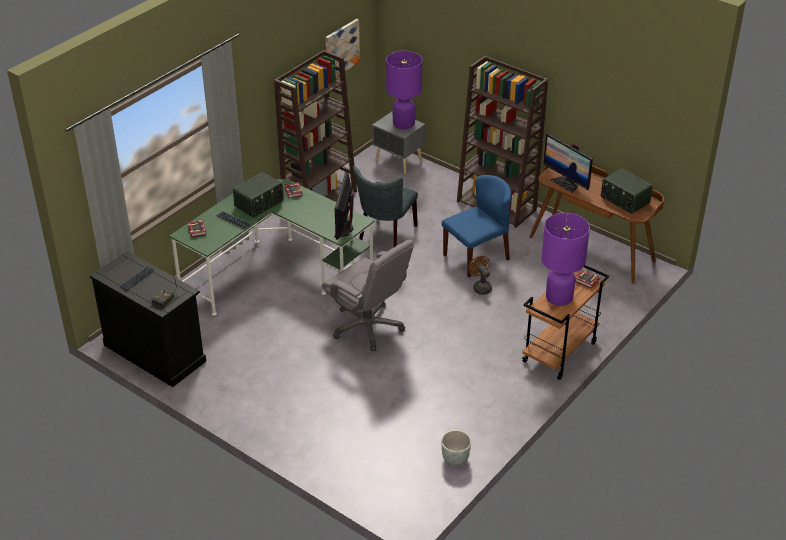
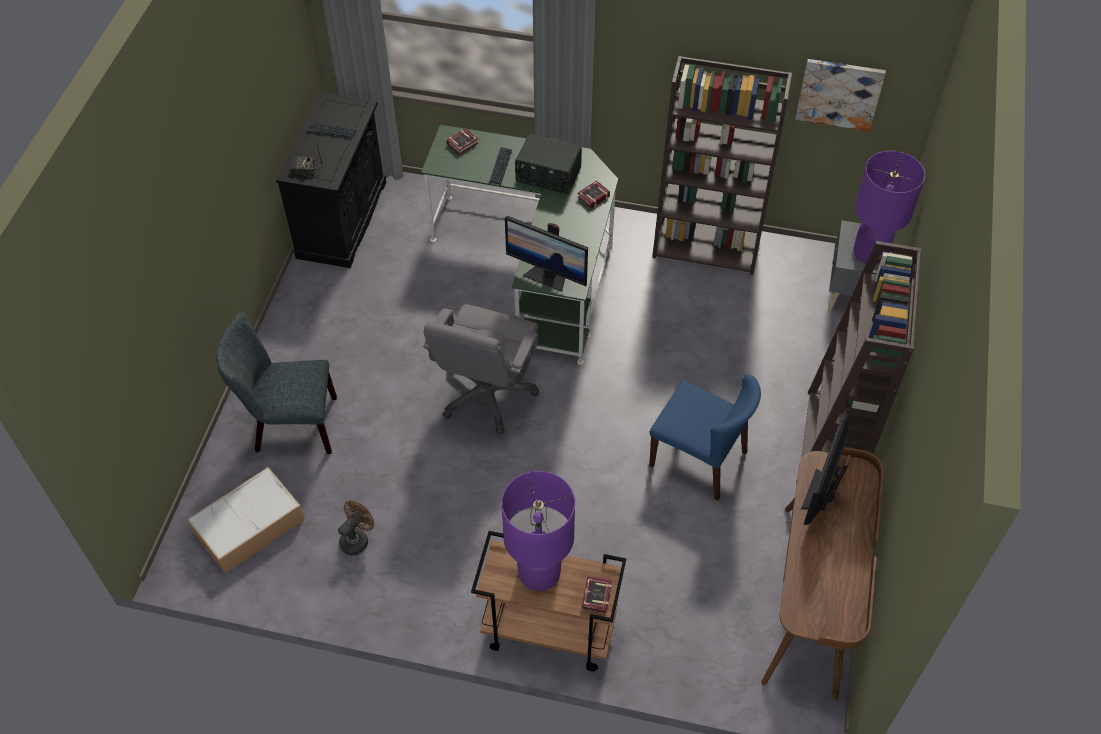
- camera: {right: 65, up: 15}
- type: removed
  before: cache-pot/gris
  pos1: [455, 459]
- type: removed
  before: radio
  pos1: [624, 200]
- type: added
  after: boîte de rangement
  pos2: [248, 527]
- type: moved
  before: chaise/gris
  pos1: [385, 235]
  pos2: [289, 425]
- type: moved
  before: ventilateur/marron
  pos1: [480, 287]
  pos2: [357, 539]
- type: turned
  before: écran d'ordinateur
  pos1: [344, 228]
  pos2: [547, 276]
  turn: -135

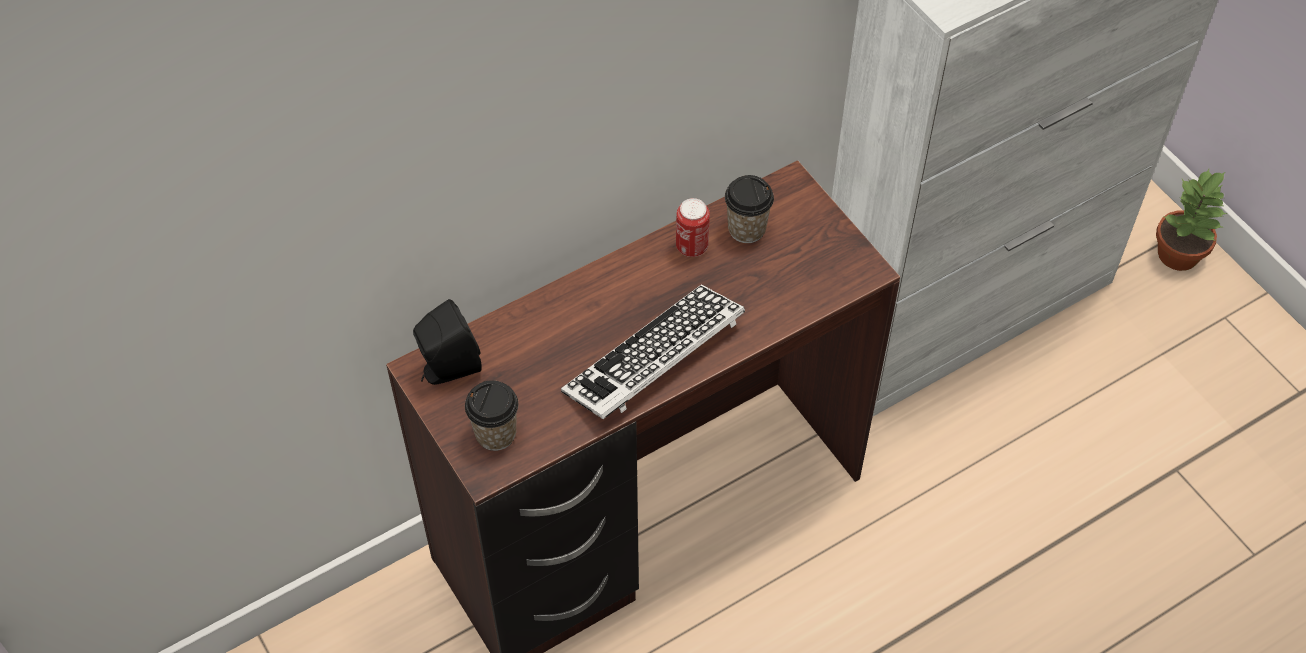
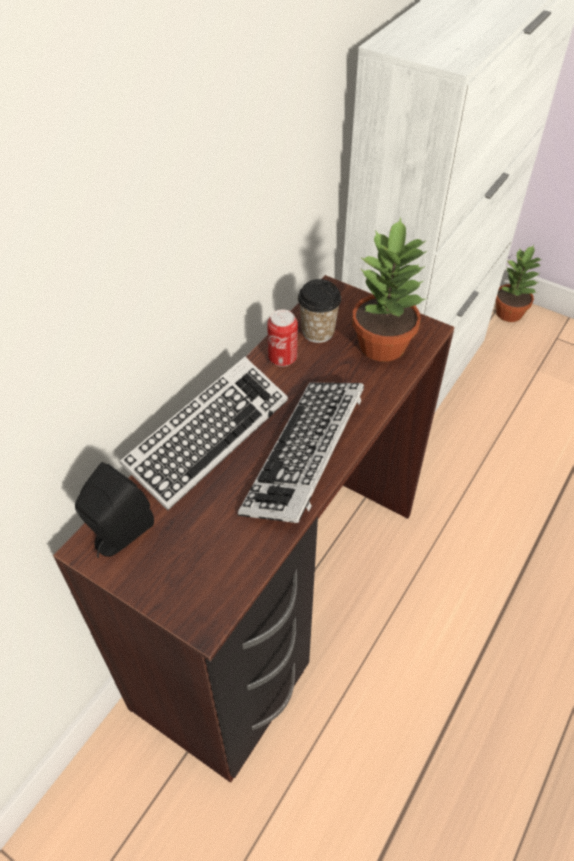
- camera: {right: -25, up: -5}
- type: removed
  before: tasse
  pos1: [495, 434]
- type: added
  after: clavier
  pos2: [208, 436]
- type: added
  after: plante en pot
  pos2: [383, 345]

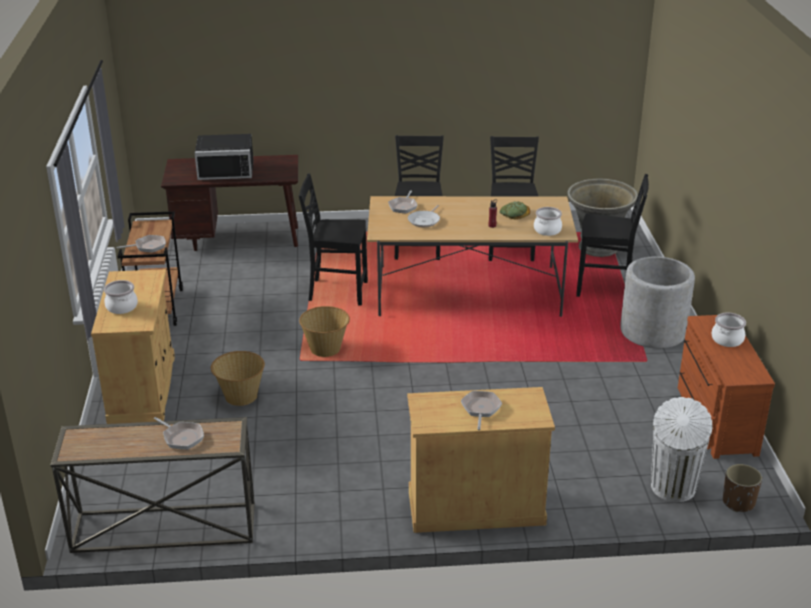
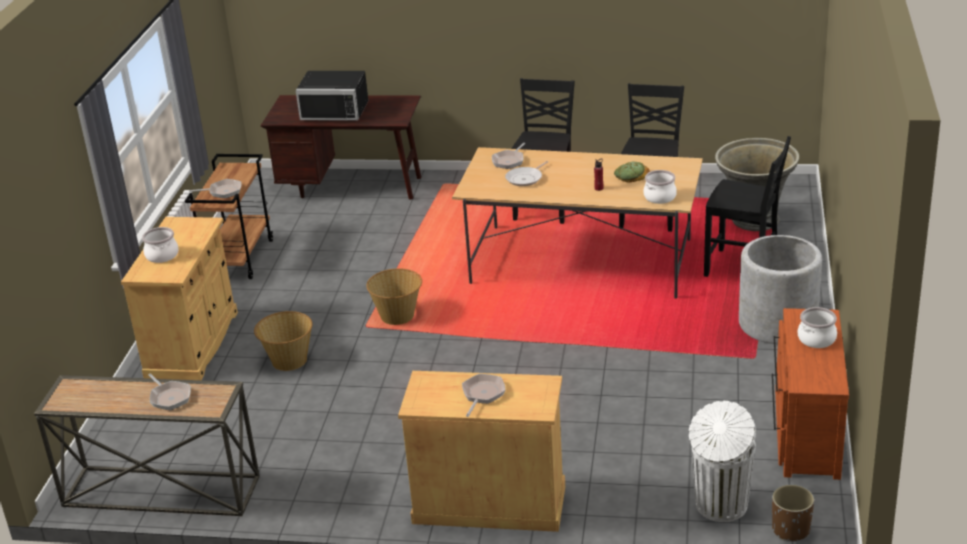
- camera: {right: 15, up: 0}
- type: removed
  before: chaise/noir
  pos1: [336, 292]

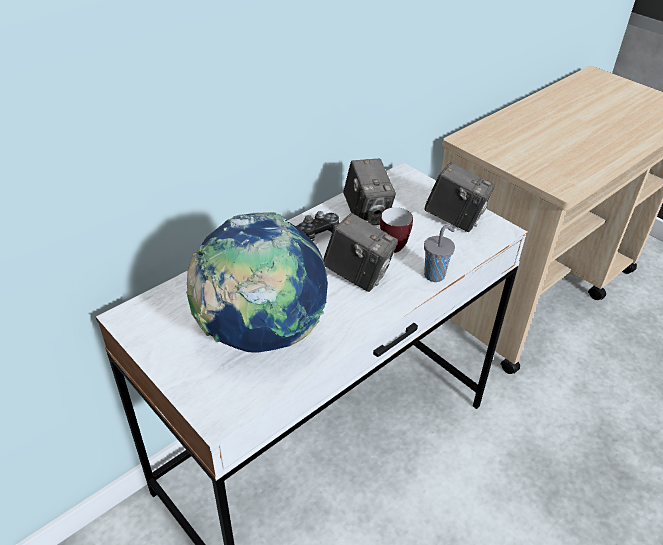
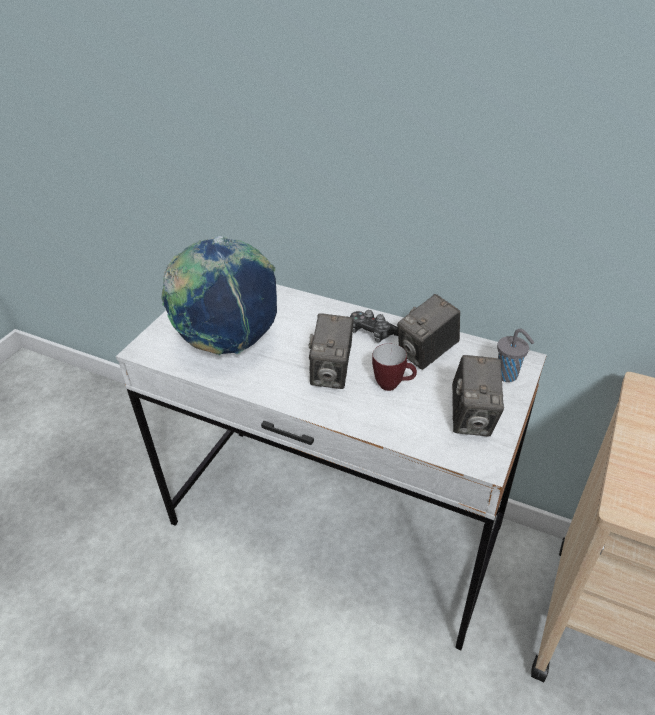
- camera: {right: 70, up: 0}
- type: moved
  before: tasse/gris
  pos1: [435, 275]
  pos2: [508, 376]

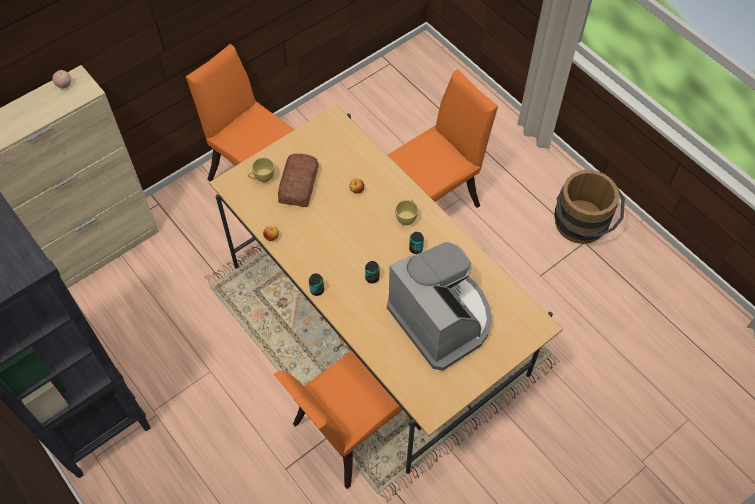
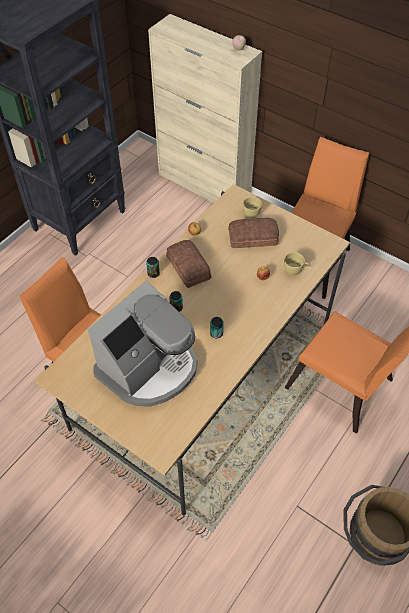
- camera: {right: 75, up: -5}
- type: added
  after: pain
  pos2: [187, 268]
- type: moved
  before: tasse/jaune
  pos1: [407, 217]
  pos2: [295, 271]

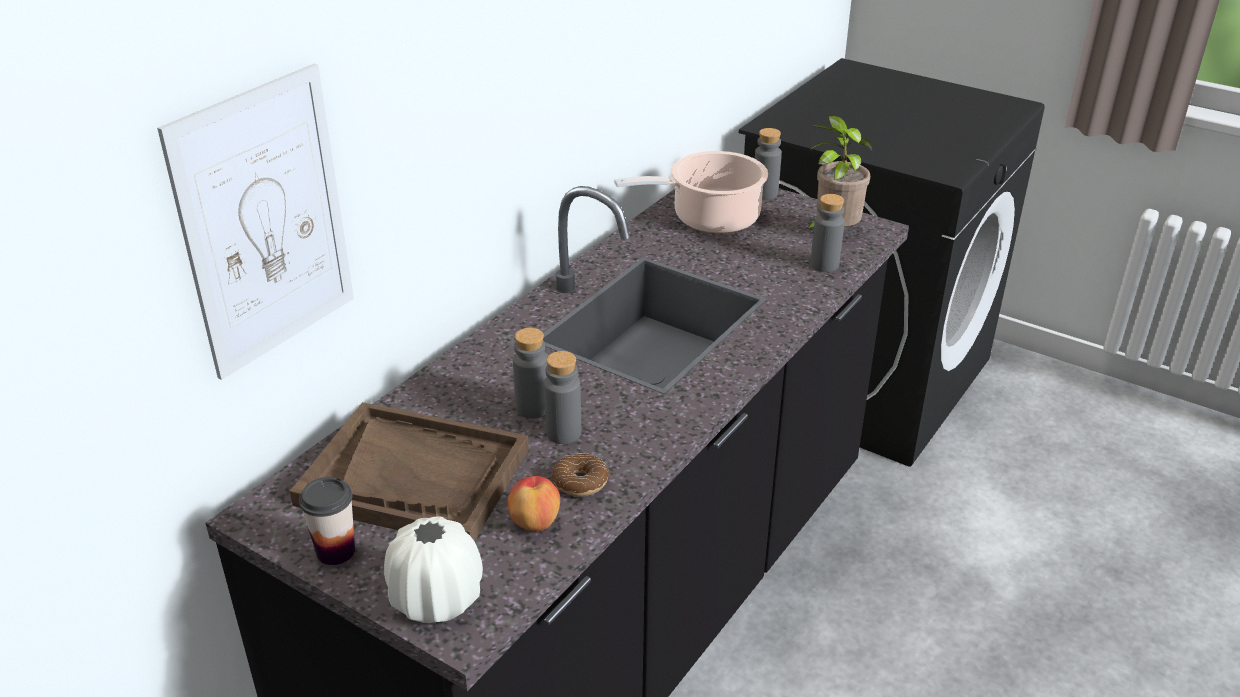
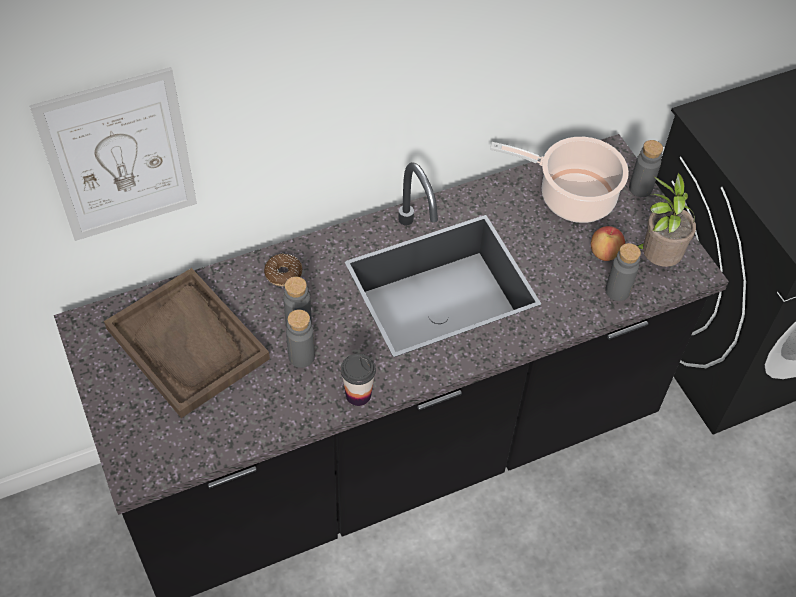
- camera: {right: 30, up: 20}
- type: removed
  before: vase/blanc
  pos1: [437, 599]
- type: moved
  before: tasse
  pos1: [336, 551]
  pos2: [358, 394]
- type: moved
  before: pomme
  pos1: [535, 522]
  pos2: [604, 253]
- type: moved
  before: beignet
  pos1: [580, 482]
  pos2: [283, 274]

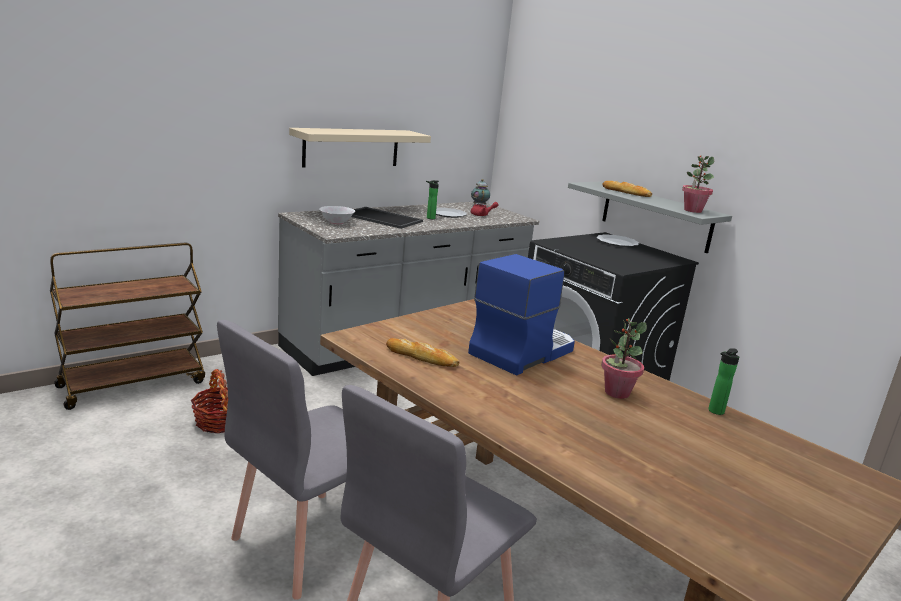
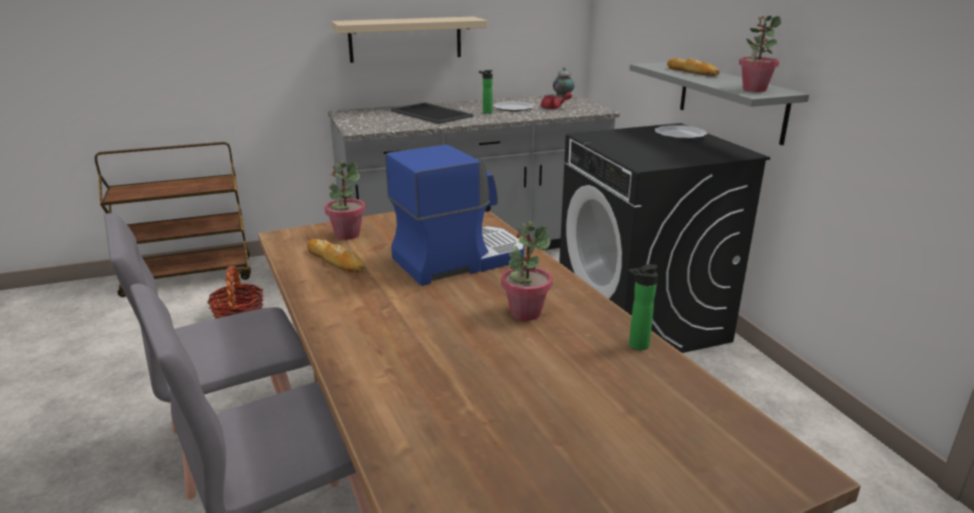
- camera: {right: 20, up: 5}
- type: removed
  before: bol/blanc
  pos1: [336, 222]
- type: added
  after: plante en pot
  pos2: [347, 235]

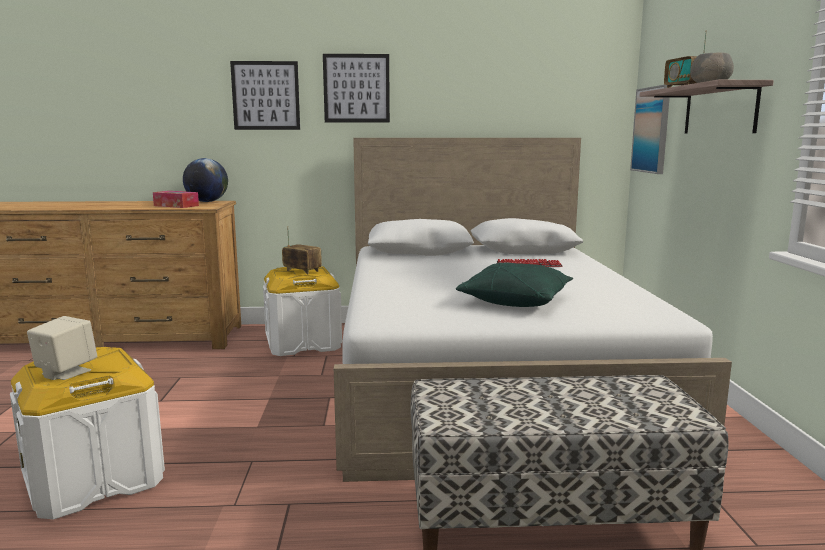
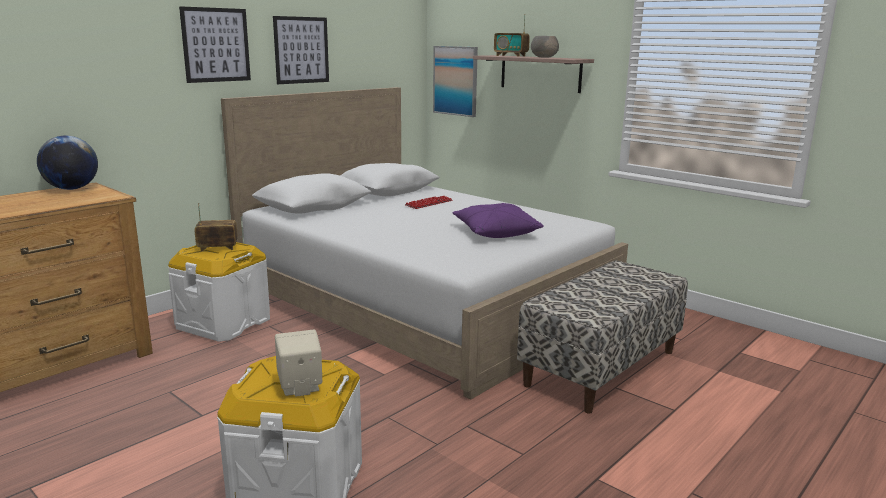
- camera: {right: -45, up: 5}
- type: removed
  before: boîte à mouchoirs
  pos1: [176, 205]
- type: moved
  before: tableau
  pos1: [265, 95]
  pos2: [301, 50]
- type: recoloured
  before: coussin/vert
  after: coussin/violet
  pos1: [515, 300]
  pos2: [495, 233]

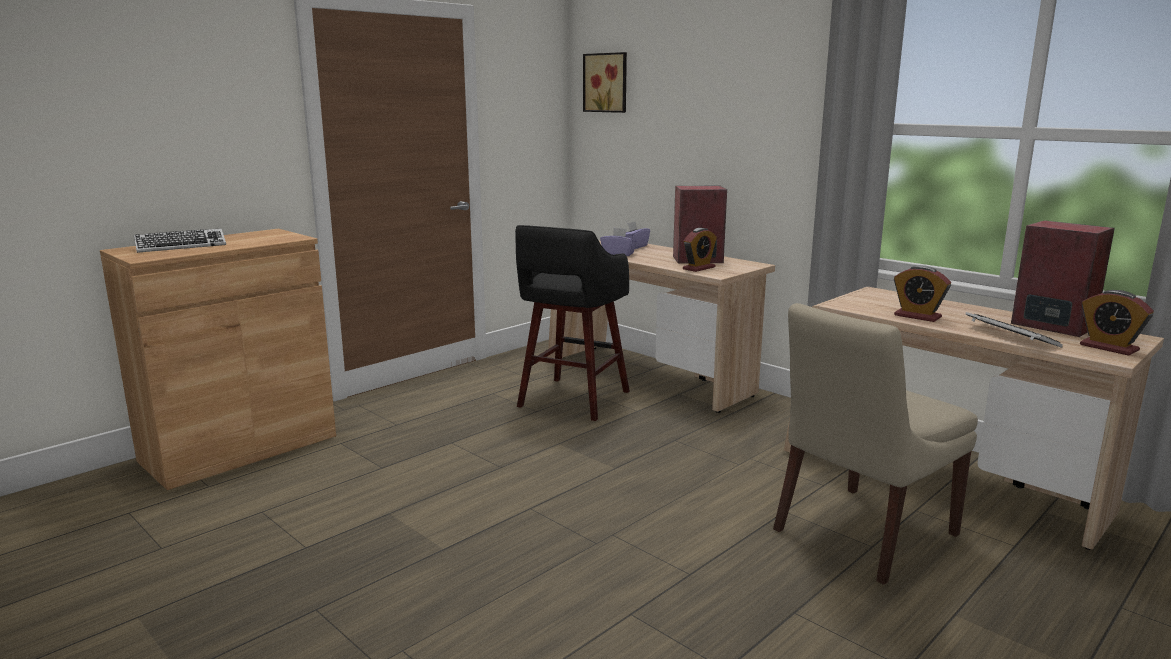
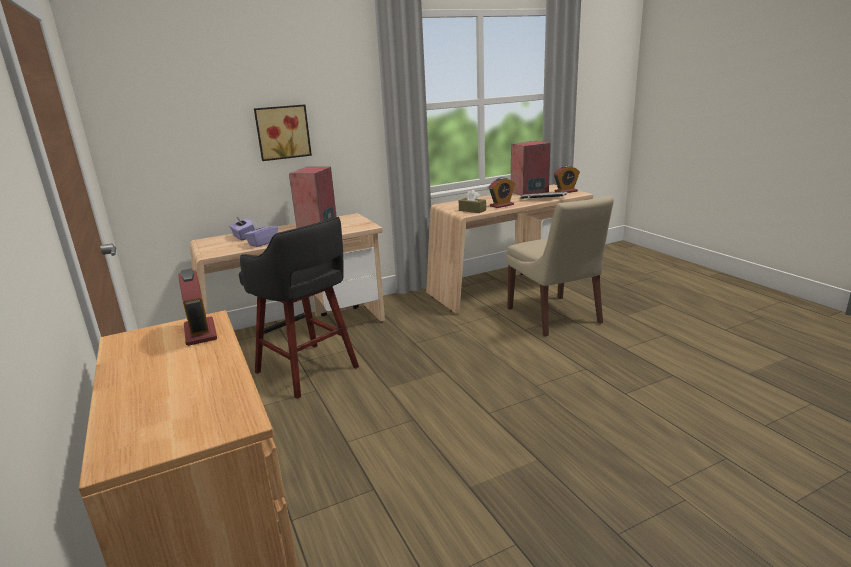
- camera: {right: -70, up: 5}
- type: removed
  before: clavier
  pos1: [181, 246]
- type: added
  after: boîte à mouchoirs/marron
  pos2: [472, 210]
- type: moved
  before: tableau
  pos1: [607, 82]
  pos2: [282, 132]
- type: moved
  before: réveil
  pos1: [699, 268]
  pos2: [200, 332]

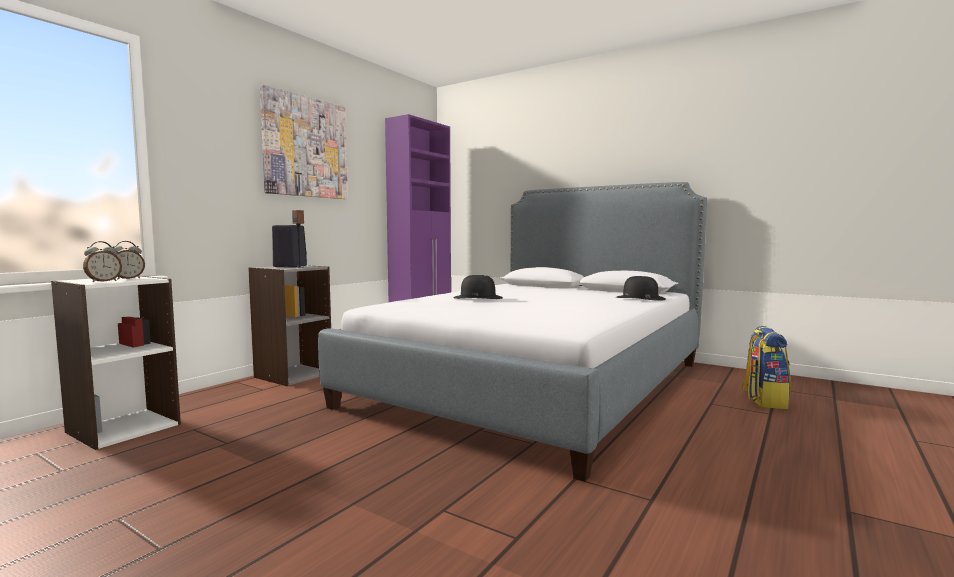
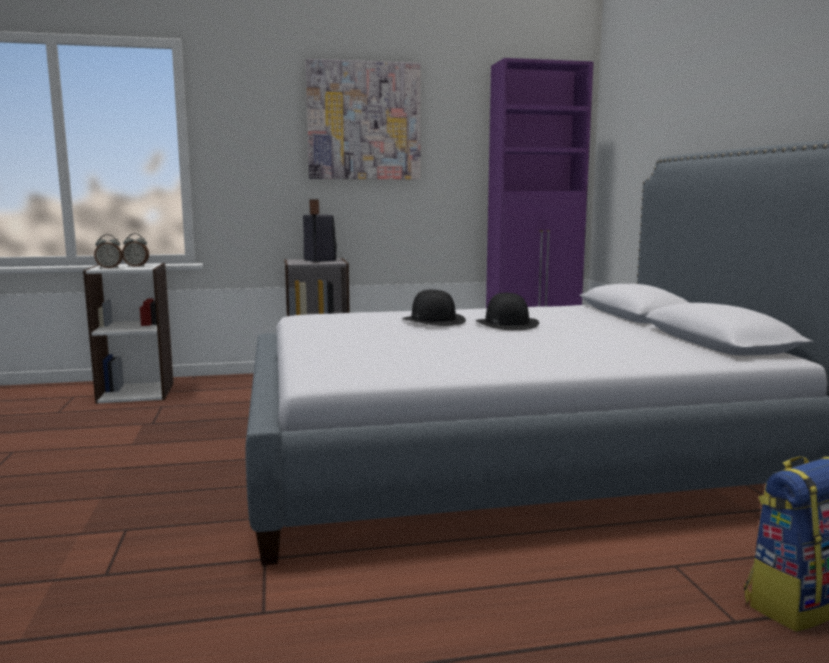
- camera: {right: 45, up: 5}
- type: moved
  before: chapeau/noir
  pos1: [640, 298]
  pos2: [506, 324]

